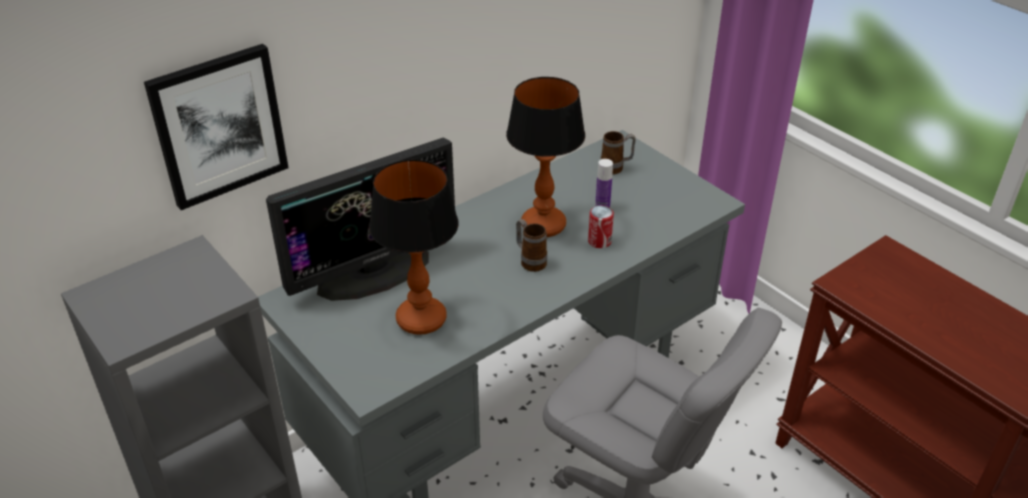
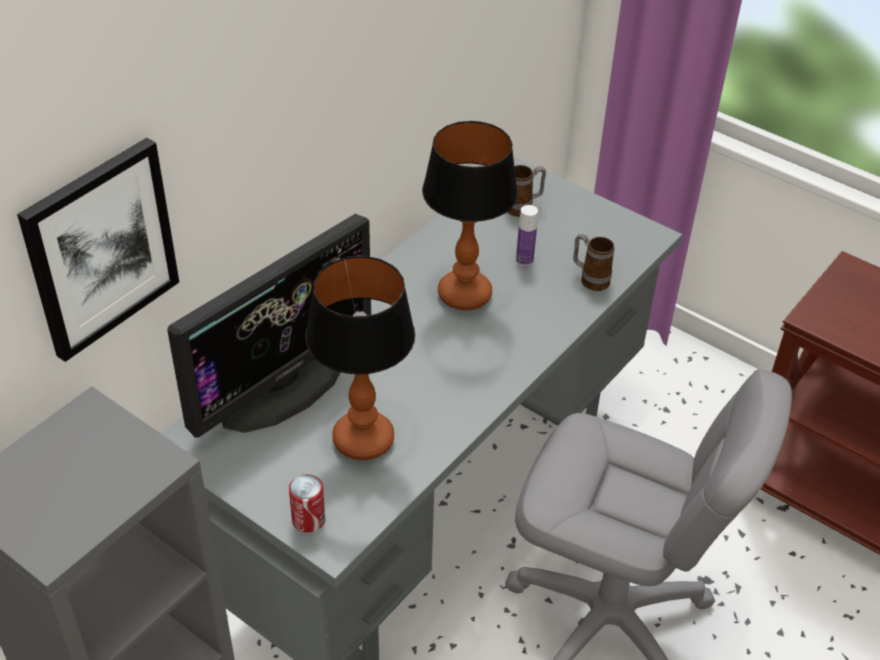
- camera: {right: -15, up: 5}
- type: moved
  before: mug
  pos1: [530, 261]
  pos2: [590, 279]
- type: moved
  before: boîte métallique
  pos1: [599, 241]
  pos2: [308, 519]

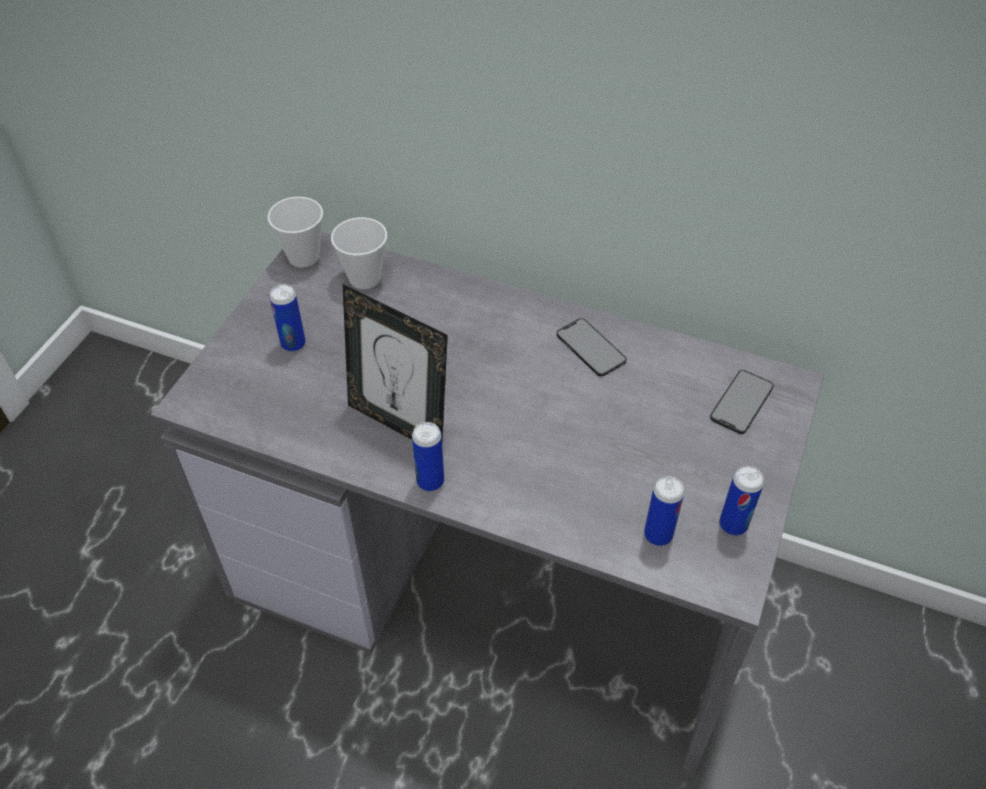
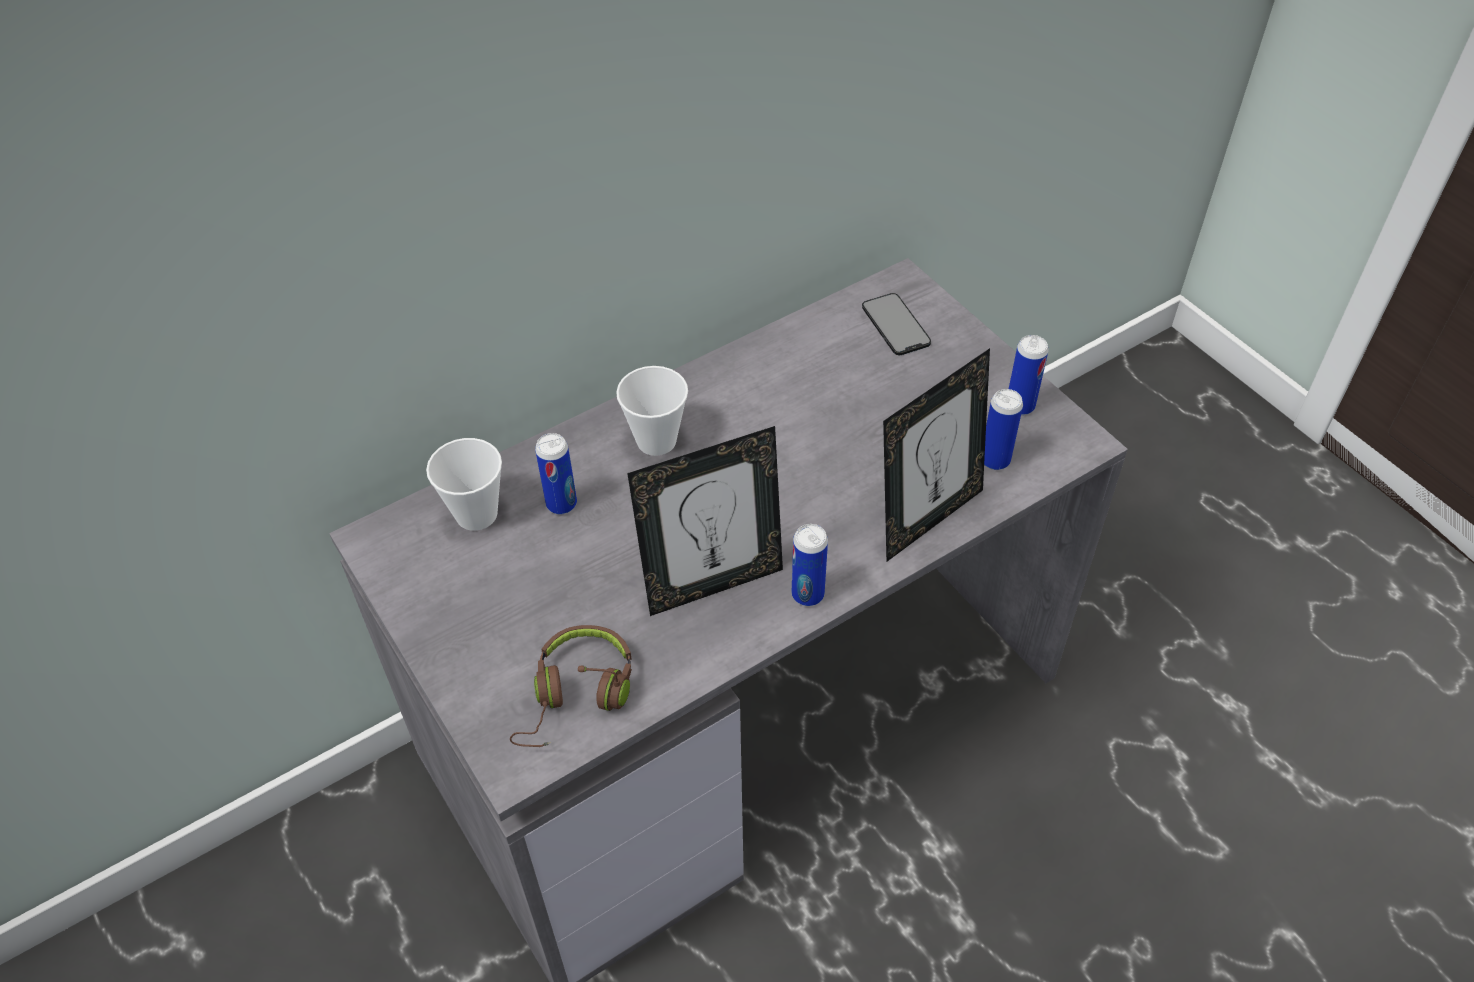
- camera: {right: -55, up: 0}
- type: removed
  before: téléphone
  pos1: [591, 347]
- type: added
  after: casque audio/marron
  pos2: [577, 696]
- type: added
  after: cadre photo
  pos2: [927, 518]
- type: moved
  before: tasse
  pos1: [303, 257]
  pos2: [656, 440]
- type: moved
  before: boîte métallique
  pos1: [293, 344]
  pos2: [561, 504]

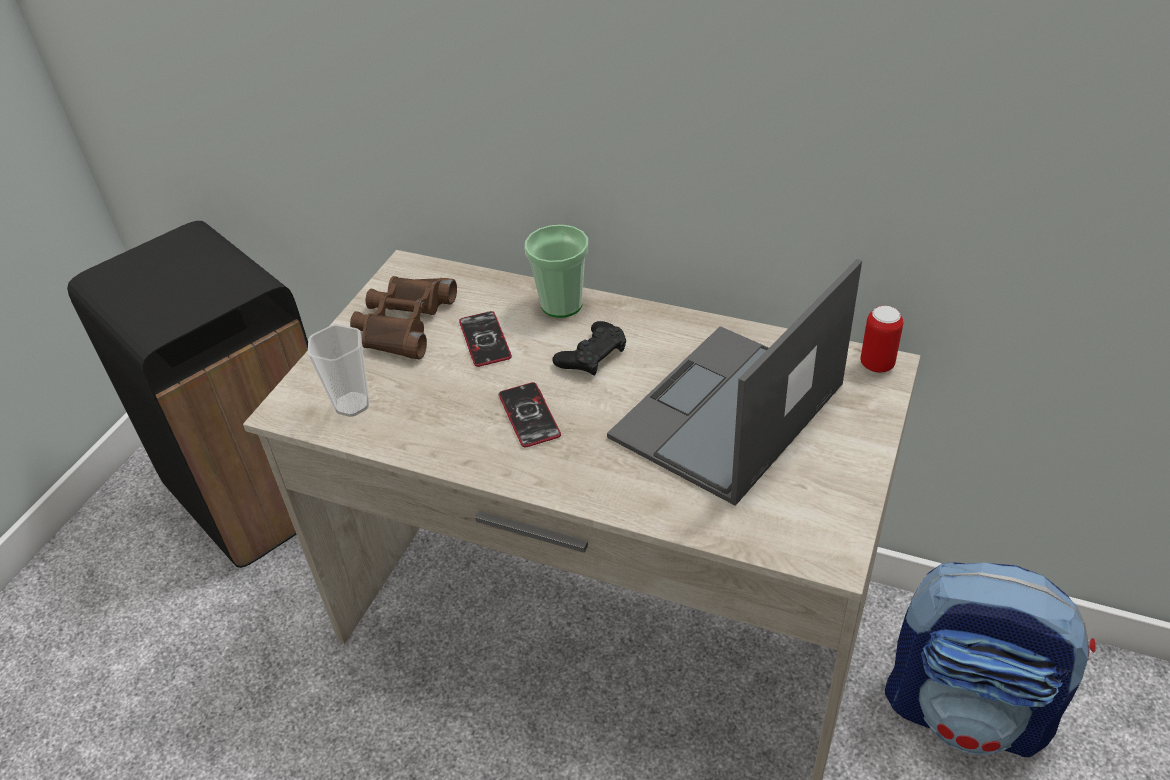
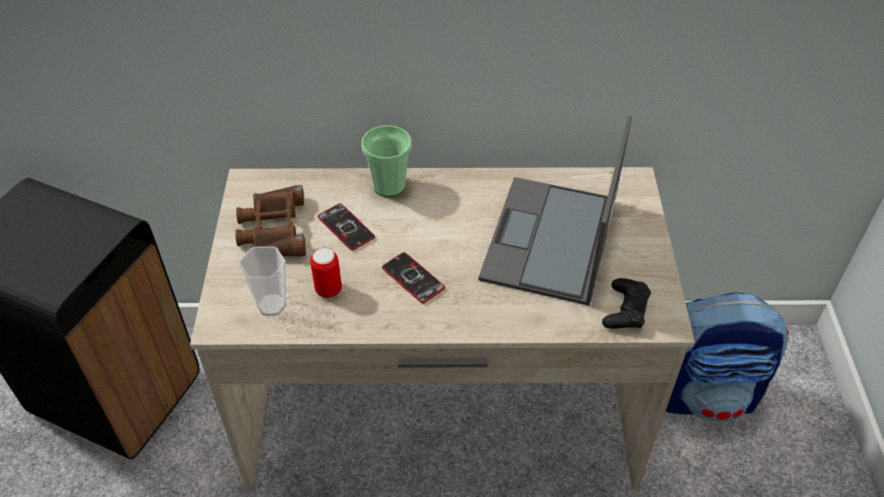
- camera: {right: -25, up: 5}
- type: moved
  before: manette/noir
  pos1: [592, 355]
  pos2: [625, 310]
- type: moved
  before: boîte métallique
  pos1: [876, 365]
  pos2: [328, 290]

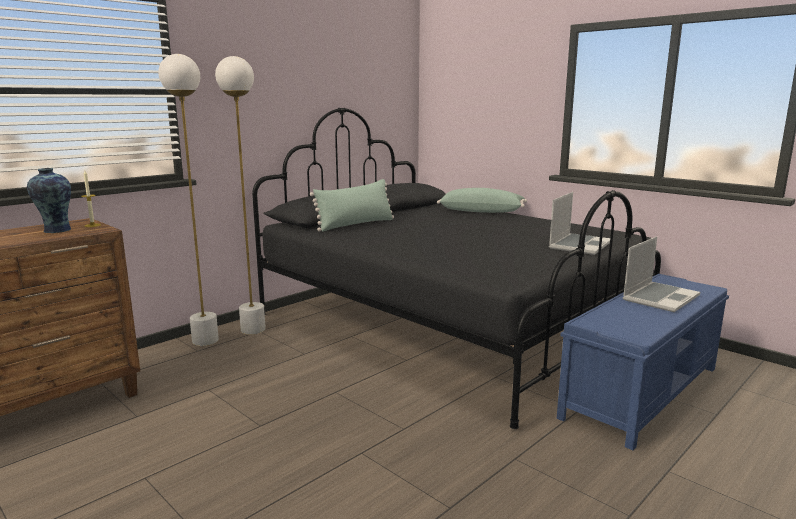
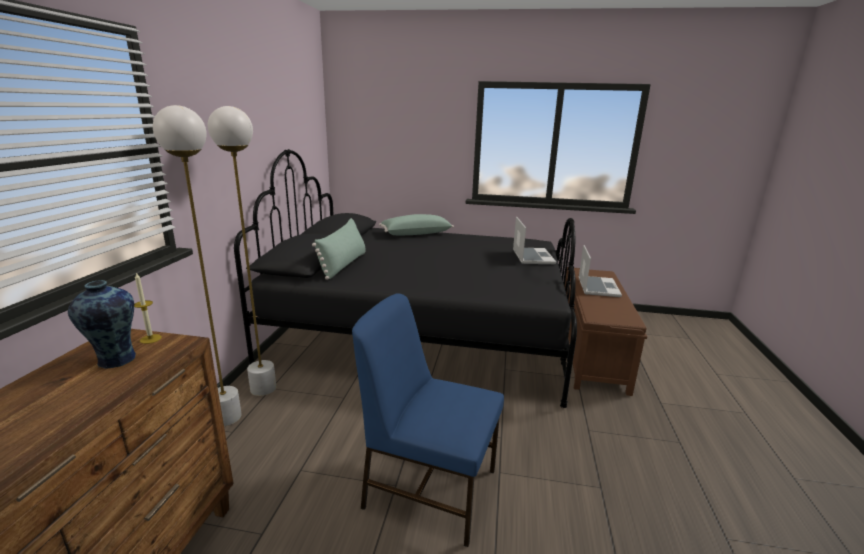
- camera: {right: -35, up: 5}
- type: added
  after: chaise/bleu
  pos2: [428, 487]
- type: recoloured
  before: banc/bleu
  after: banc/marron
  pos1: [642, 391]
  pos2: [590, 351]

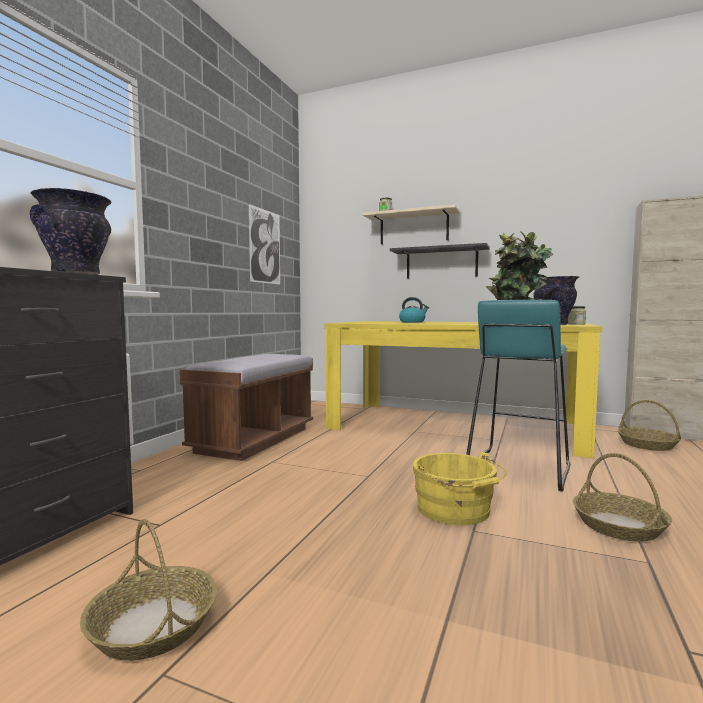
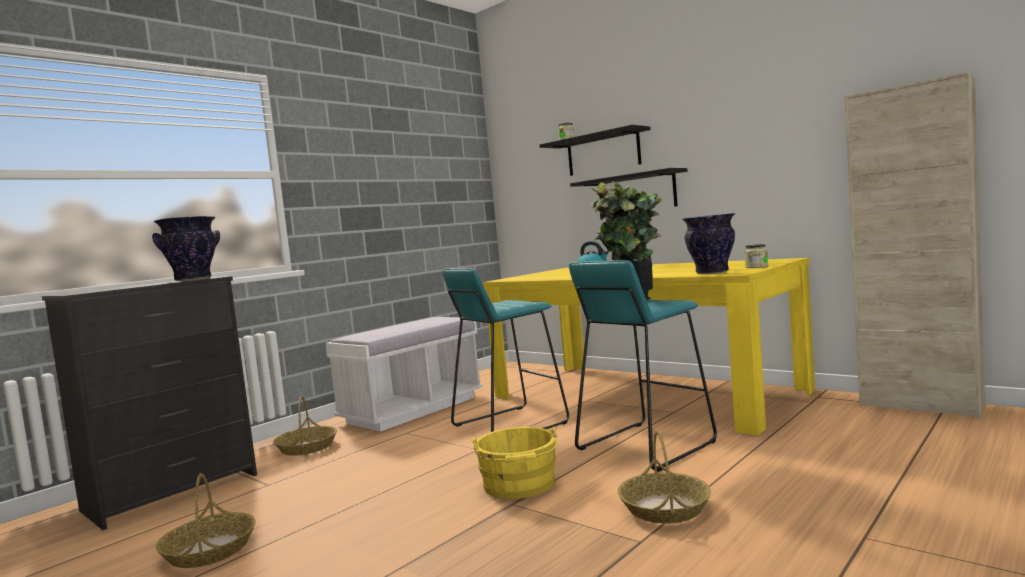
- camera: {right: 20, up: 0}
- type: removed
  before: tableau
  pos1: [265, 246]
- type: added
  after: tabouret/turquoise
  pos2: [508, 424]
- type: moved
  before: panier
  pos1: [648, 445]
  pos2: [307, 447]
- type: recoloured
  before: banc/marron
  after: banc/blanc
  pos1: [254, 440]
  pos2: [412, 410]
- type: recoloured
  before: étagère/beige
  after: étagère/noir
  pos1: [414, 228]
  pos2: [603, 153]

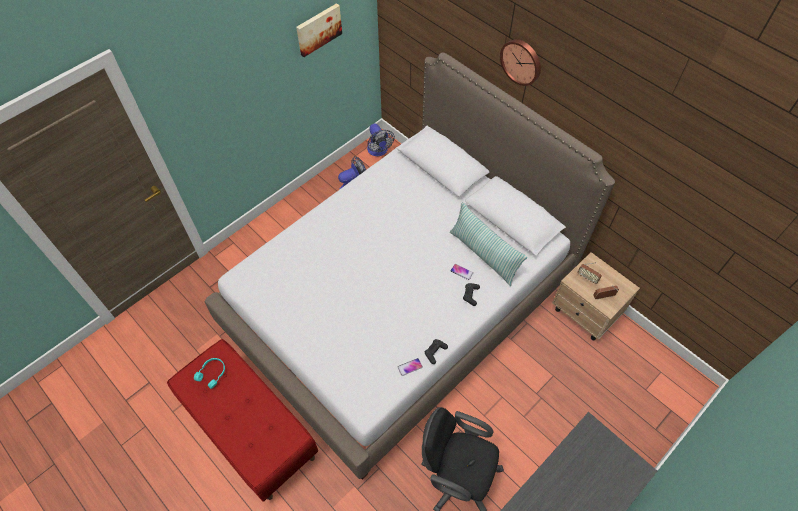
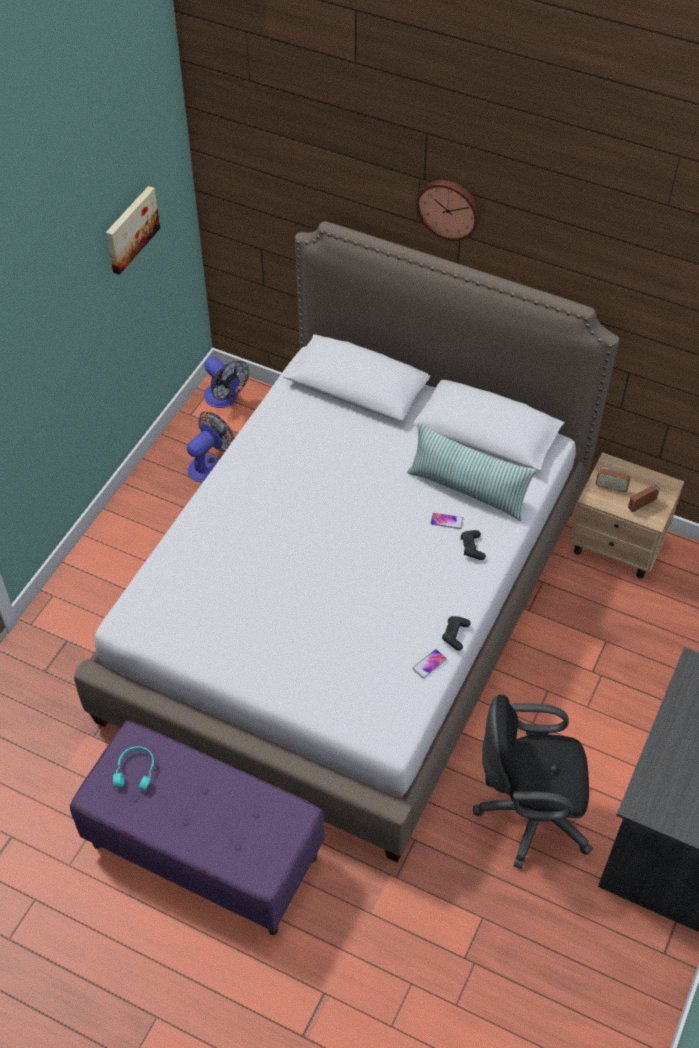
- camera: {right: -20, up: -5}
- type: recoloured
  before: banc/rouge
  after: banc/violet
  pos1: [252, 430]
  pos2: [205, 851]

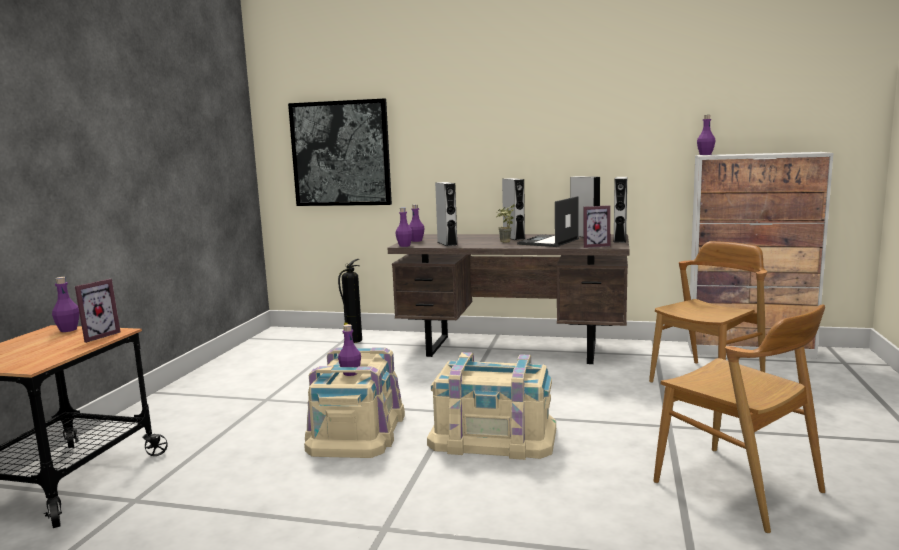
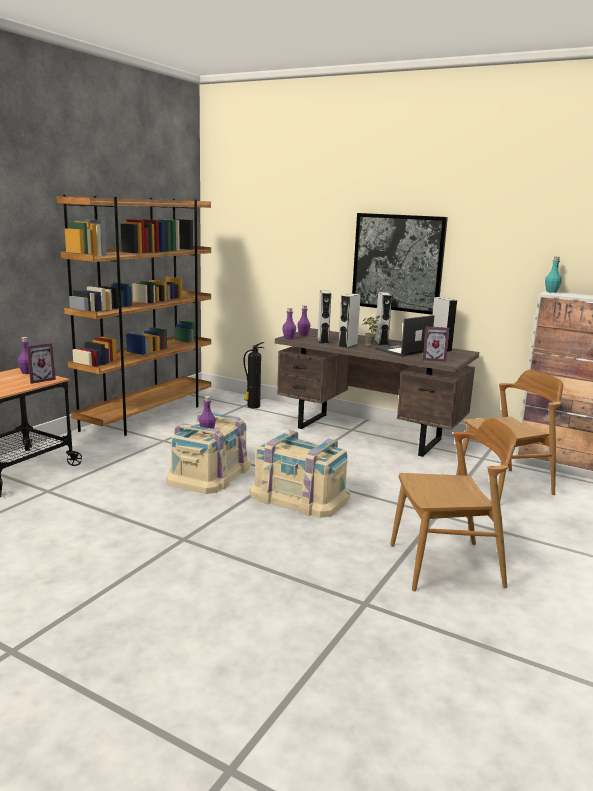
- camera: {right: 15, up: 5}
- type: added
  after: bibliothèque/marron
  pos2: [147, 416]
- type: moved
  before: tableau
  pos1: [341, 153]
  pos2: [397, 263]
- type: moved
  before: enceinte/gris
  pos1: [620, 240]
  pos2: [347, 345]
- type: recoloured
  before: bouteille/violet
  after: bouteille/turquoise
  pos1: [705, 154]
  pos2: [551, 292]
- type: turned
  before: chaise/marron
  pos1: [737, 487]
  pos2: [446, 566]
  turn: -75

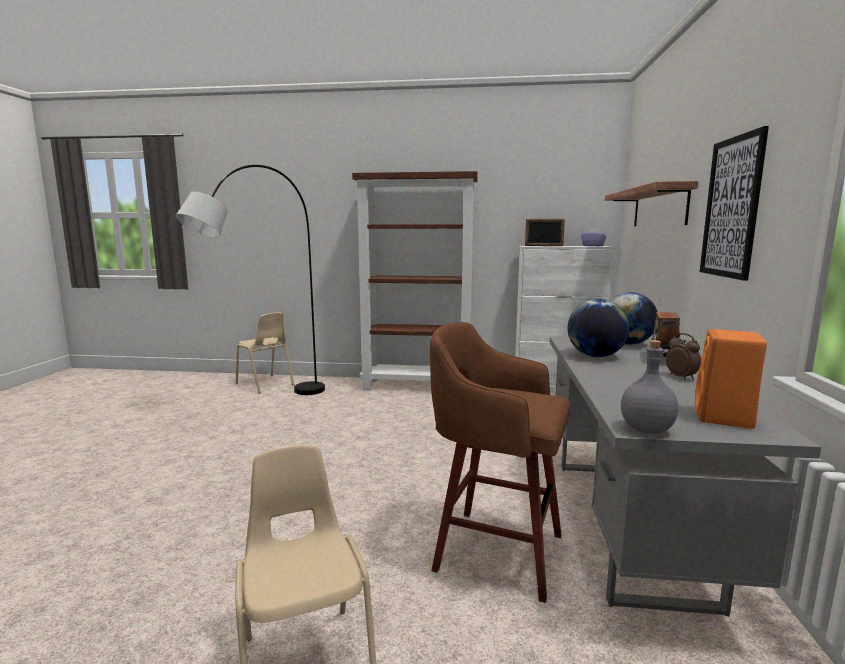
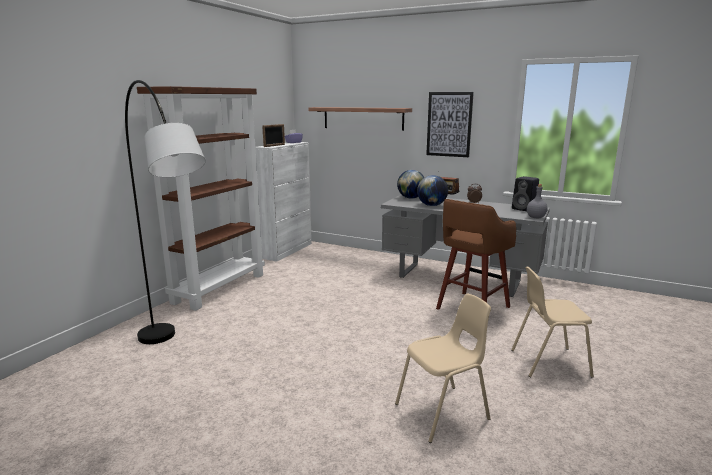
- camera: {right: -70, up: 5}
- type: moved
  before: chaise/beige
  pos1: [265, 384]
  pos2: [443, 412]
- type: recoloured
  before: enceinte/orange
  after: enceinte/noir
  pos1: [724, 418]
  pos2: [524, 209]

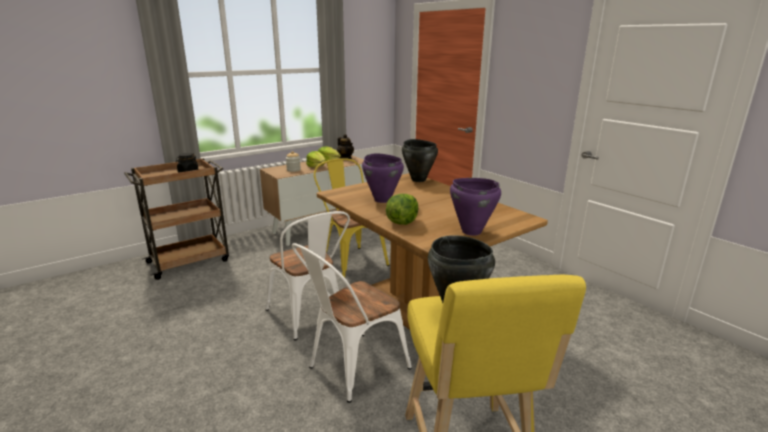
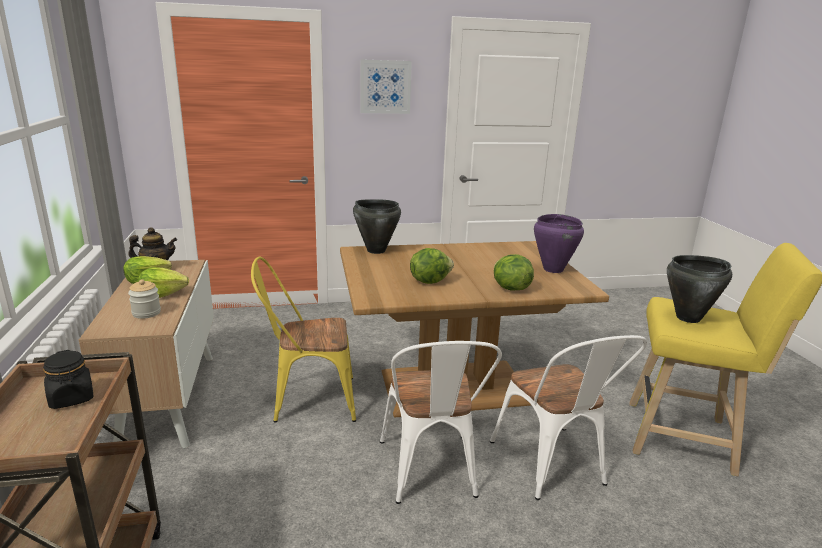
- camera: {right: -65, up: 0}
- type: added
  after: tableau
  pos2: [385, 87]
- type: replaced
  before: marmite/violet
  after: laitue
  pos1: [382, 200]
  pos2: [429, 281]
- type: turned
  before: chaise/blanc
  pos1: [310, 318]
  pos2: [431, 474]
  turn: 90

